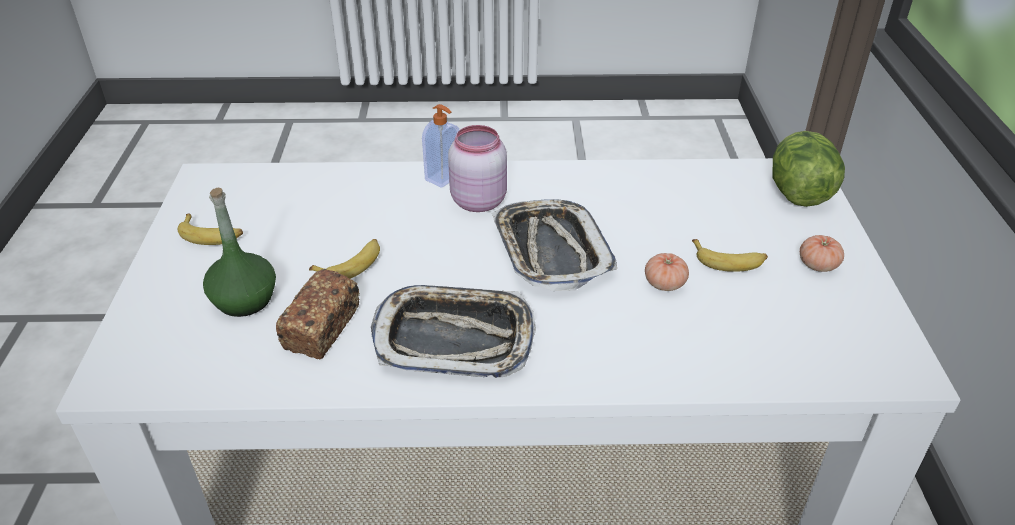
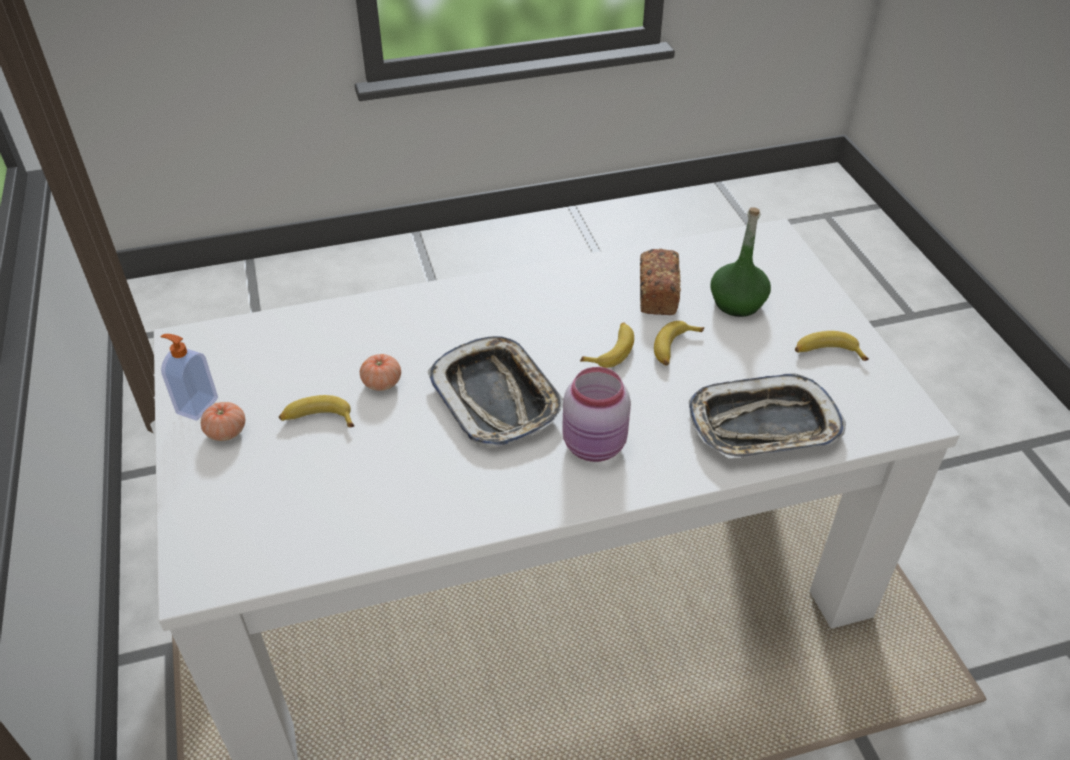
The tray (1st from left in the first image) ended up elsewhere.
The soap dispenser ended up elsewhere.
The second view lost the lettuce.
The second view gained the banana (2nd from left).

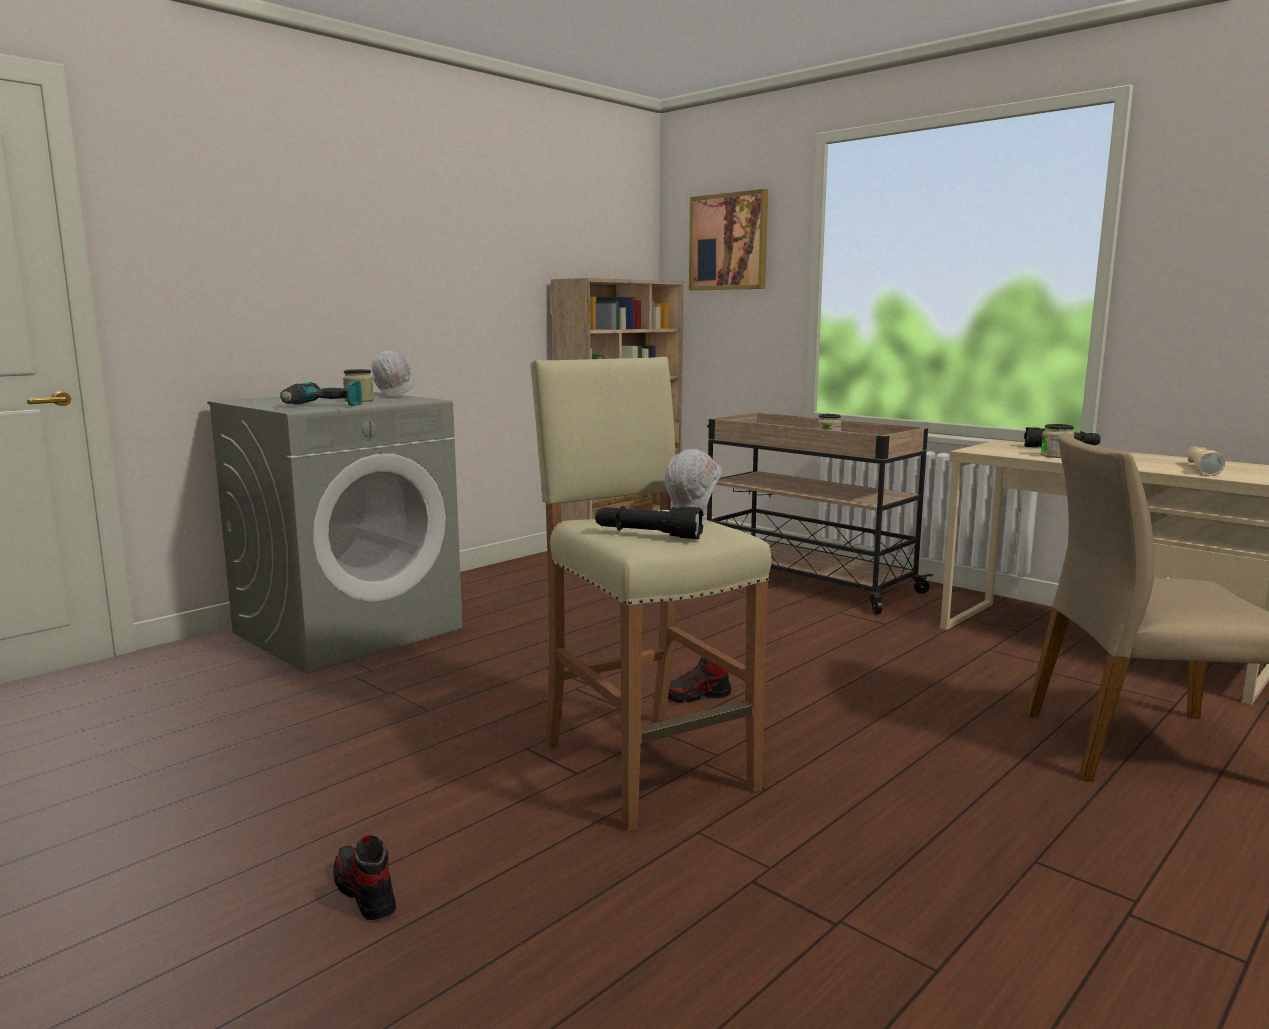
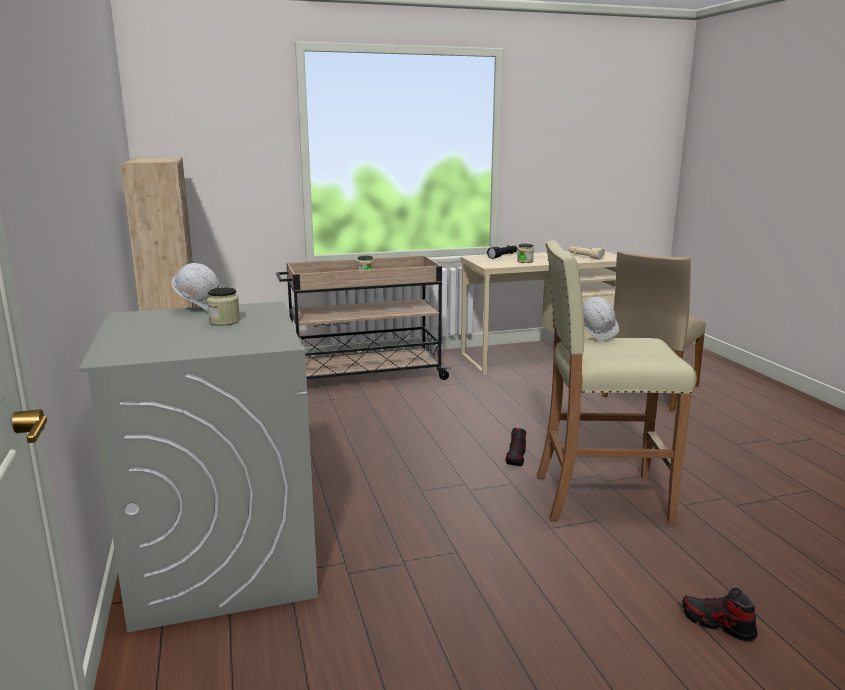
The second view lost the power drill.
The shoe (1st from left in the first image) ended up facing another way, 45 degrees clockwise from before.
The second view lost the flashlight in black (1st from left).
The second view lost the picture.

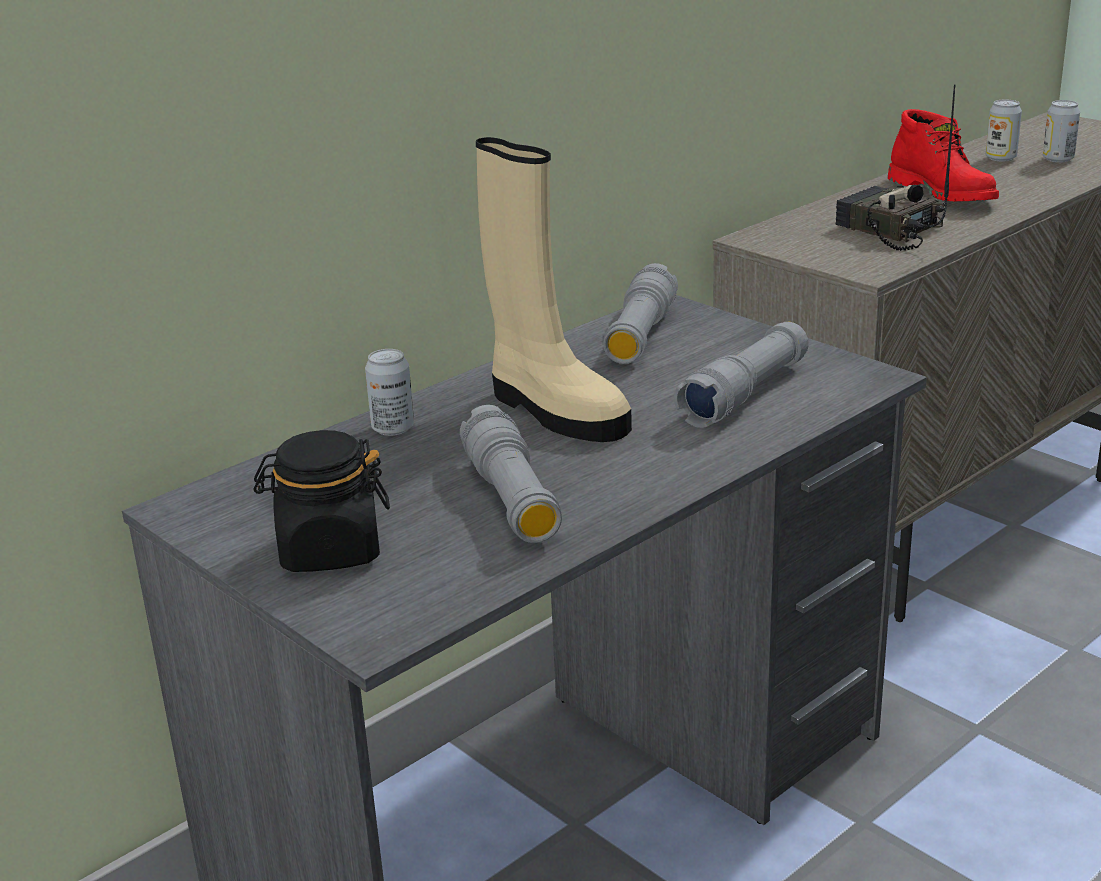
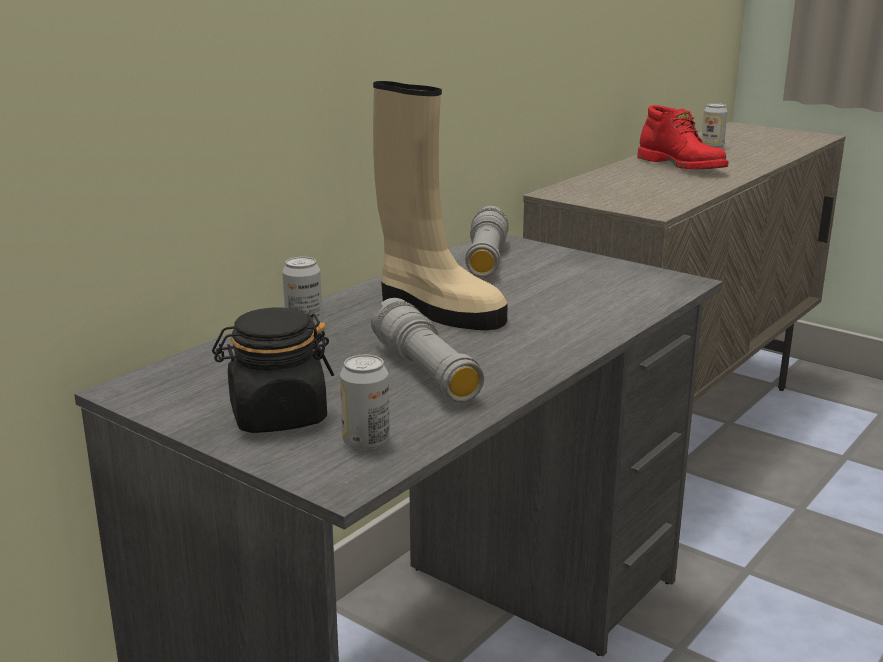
The second view lost the flashlight in grey (3rd from left).
The second view lost the radio.
The can (3rd from left in the first image) ended up elsewhere.

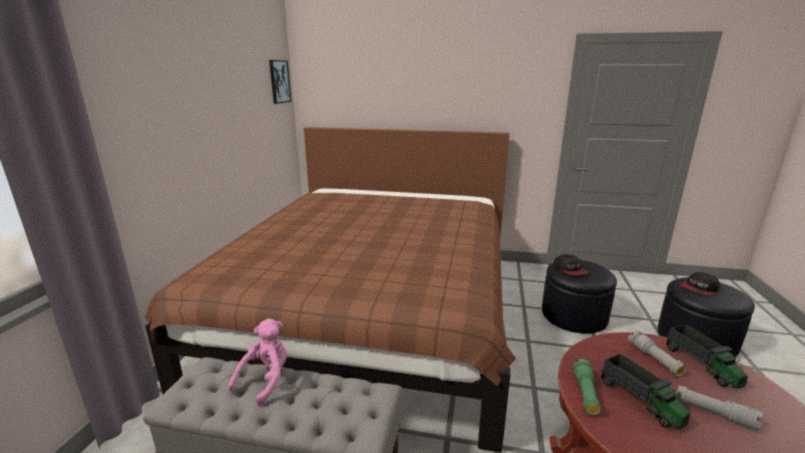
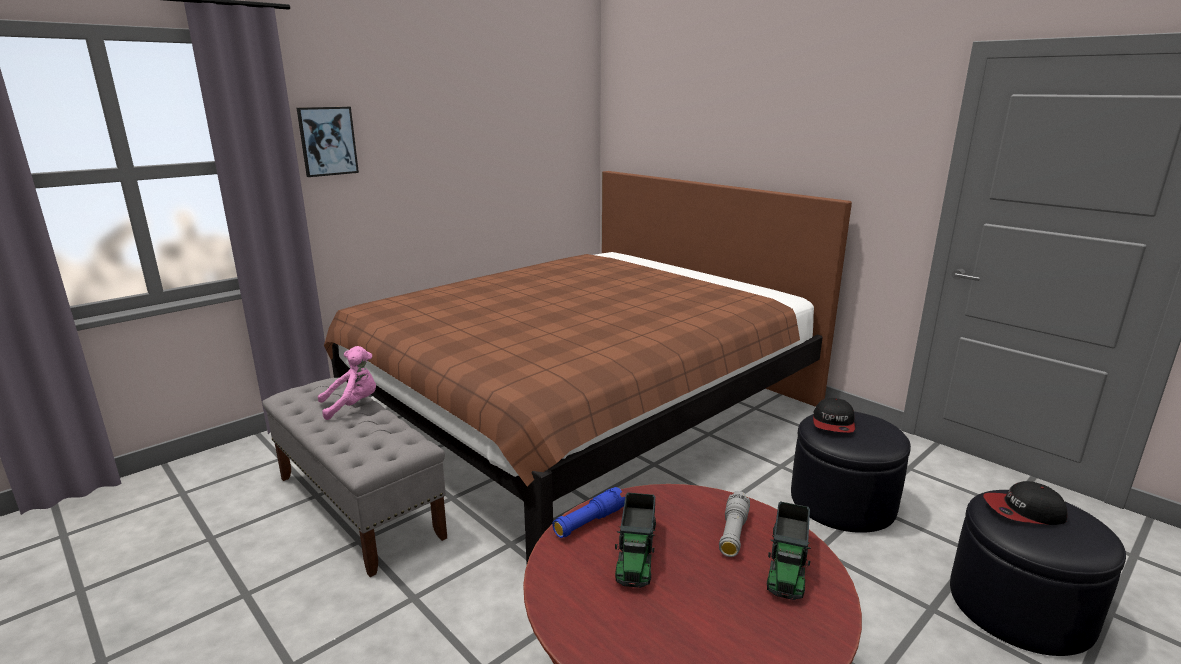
The picture ended up elsewhere.
What was the flashlight in green turned into the flashlight in blue.
The second view lost the flashlight in grey (2nd from left).

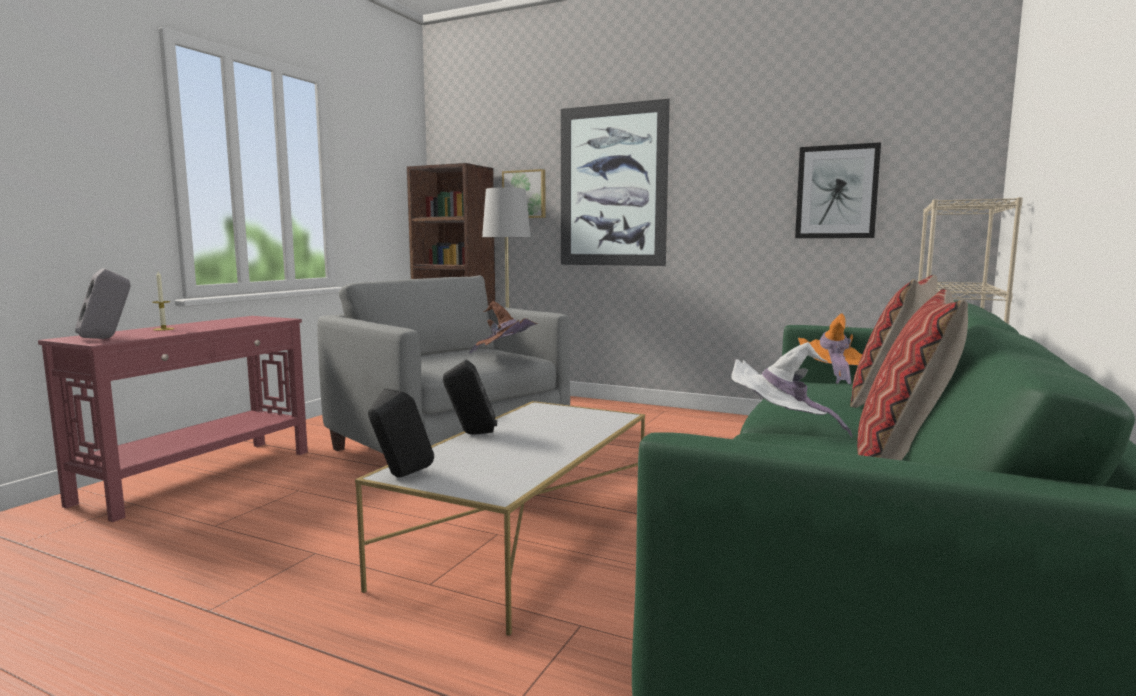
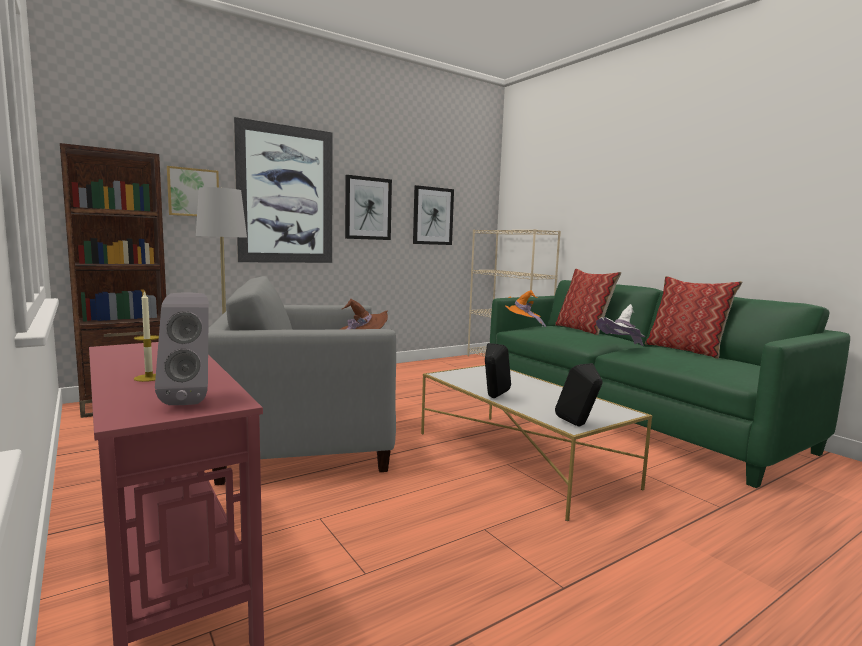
The second view gained the picture (3rd from left).

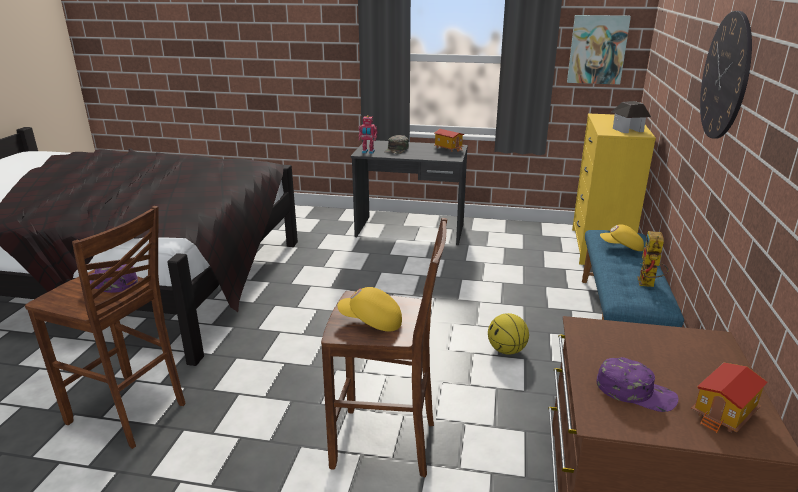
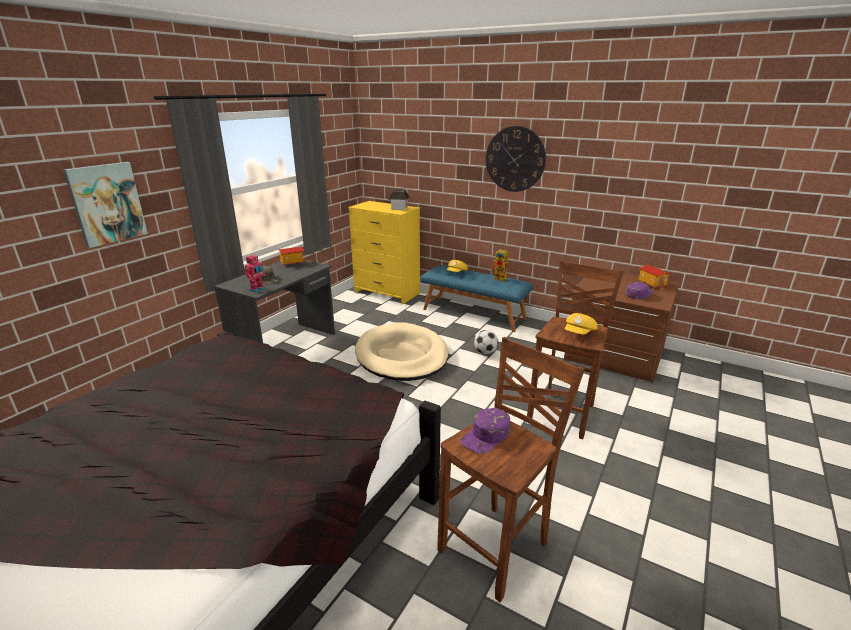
Where the basketball stood, the football came to stand.
The picture ended up elsewhere.
The second view gained the dog bed in beige.

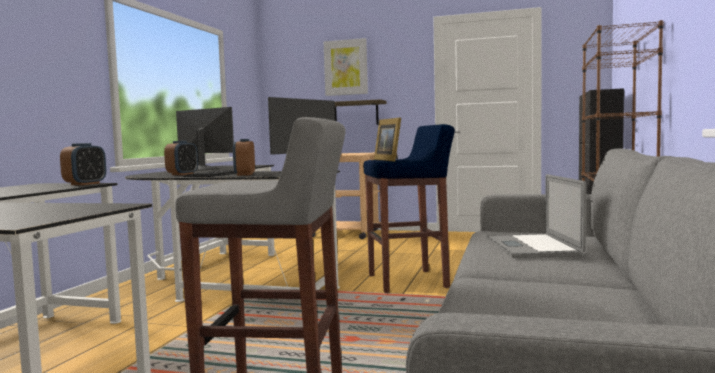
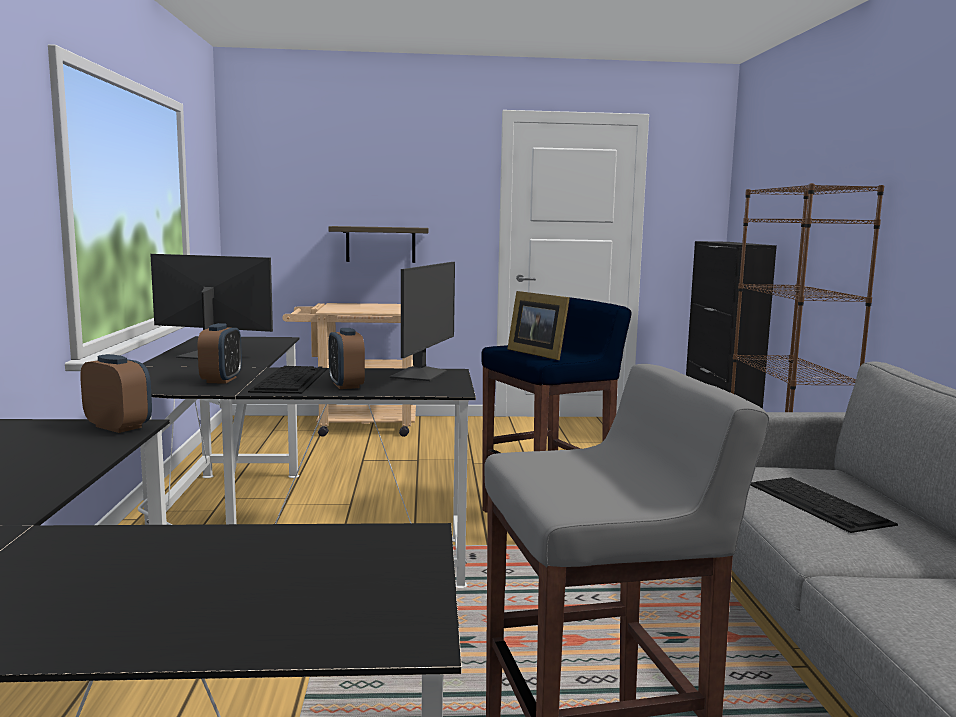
The alarm clock (1st from left) ended up facing another way, 60 degrees counterclockwise from before.
The second view lost the picture.
Where the laptop stood, the keyboard (2nd from left) came to stand.

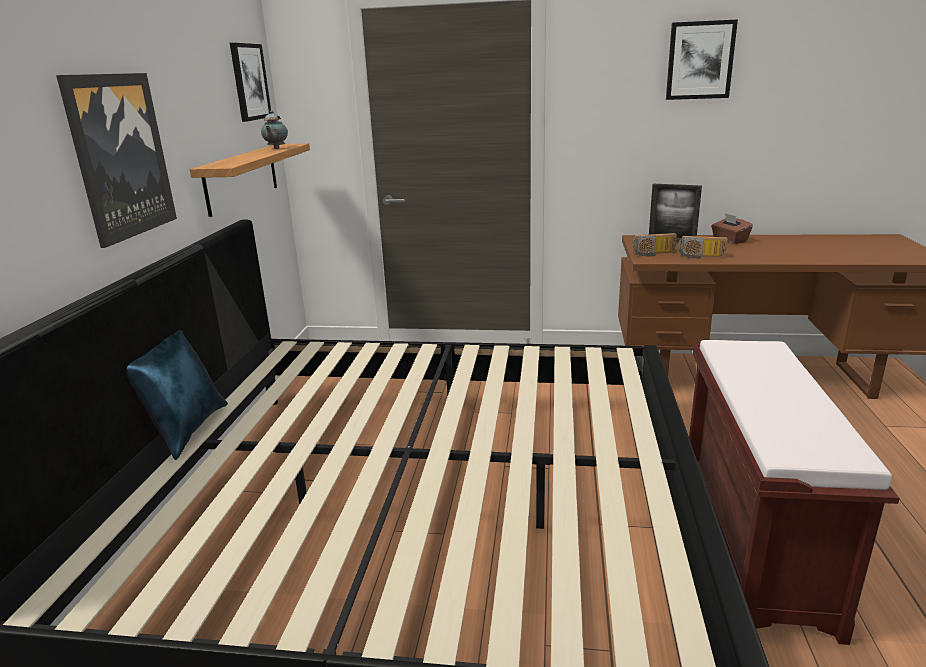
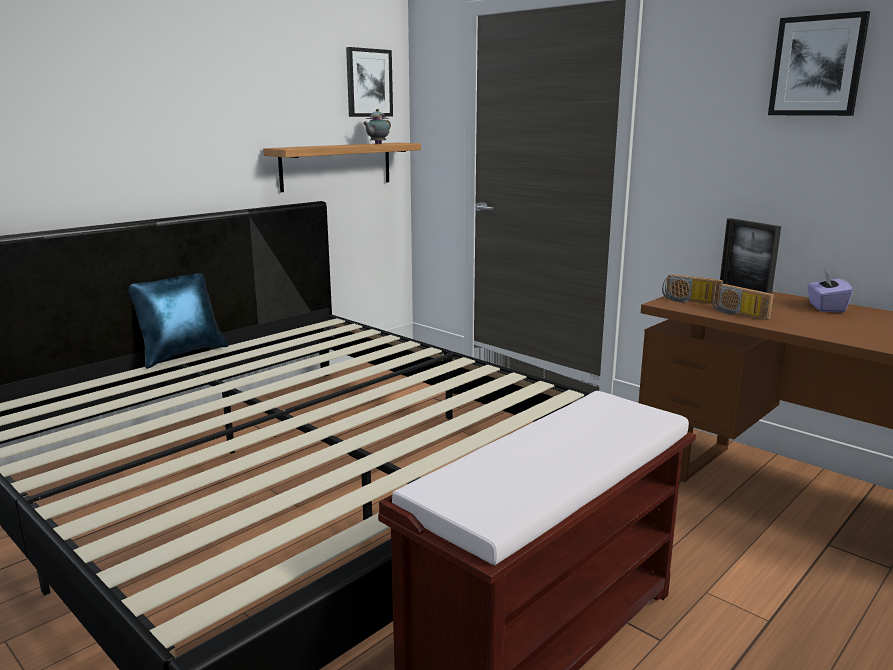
The second view lost the picture (1st from left).
What was the tissue box in brown turned into the tissue box in purple.

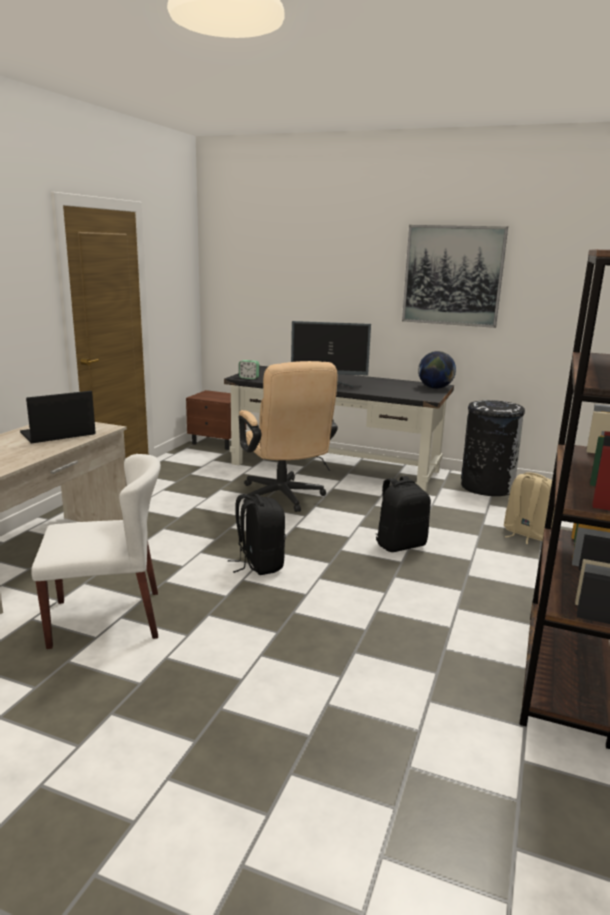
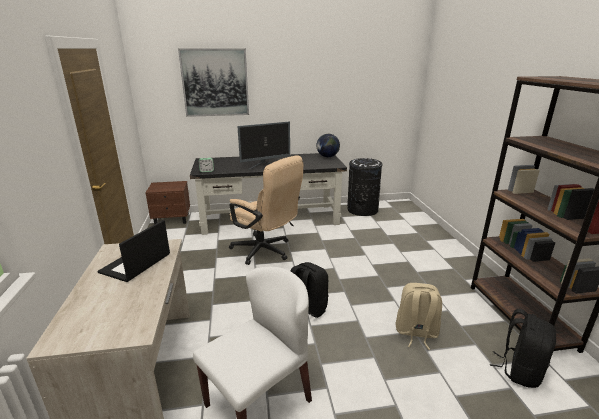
The backpack in black (2nd from left) ended up elsewhere.
The picture ended up elsewhere.
The backpack in beige ended up elsewhere.

